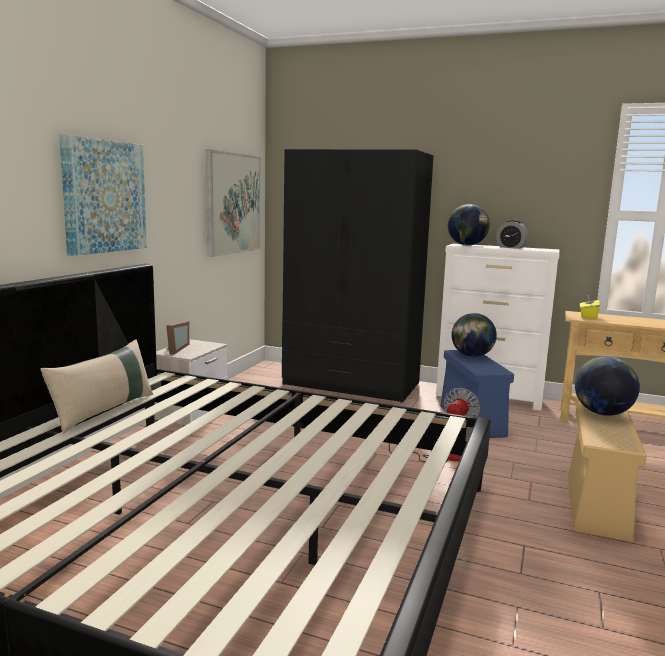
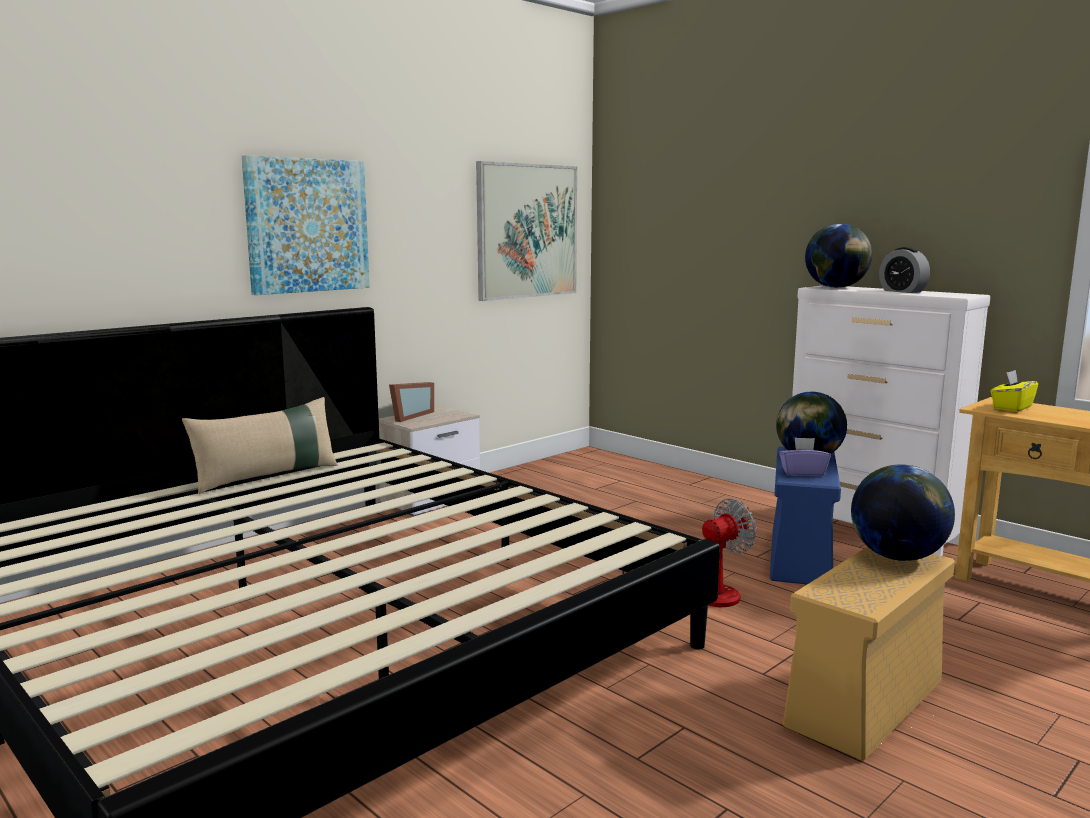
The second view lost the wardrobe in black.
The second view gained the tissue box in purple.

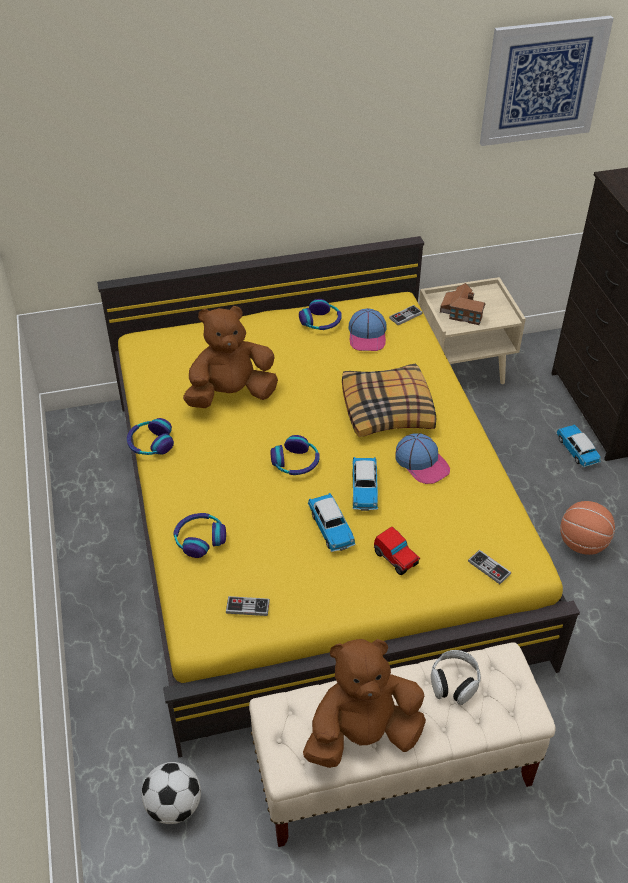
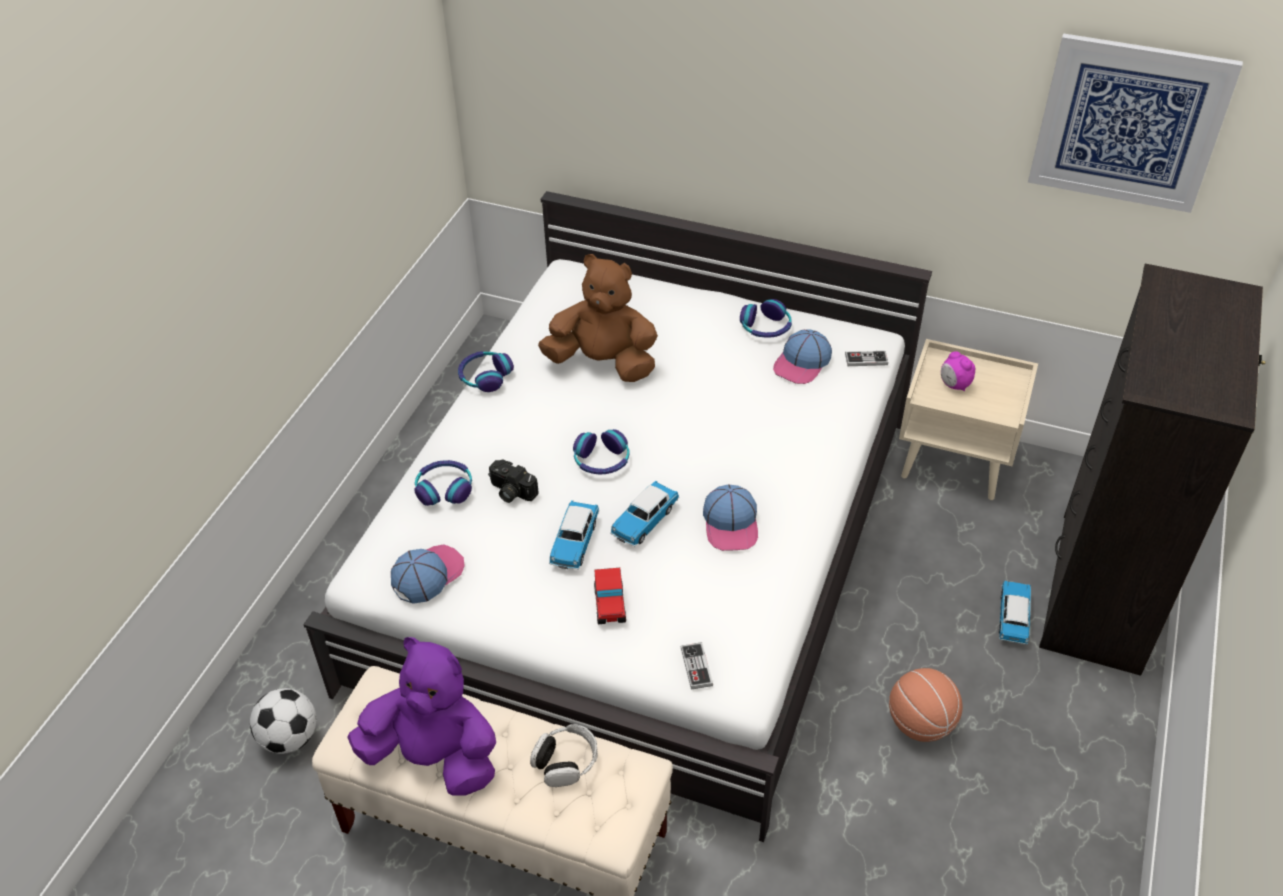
What was the bed in yellow turned into the bed in white.
Where the game controller (1st from left) stood, the cap (1st from left) came to stand.
What was the plush toy in brown (2nd from left) turned into the plush toy in purple.
The second view lost the pillow.
Where the toy house stood, the alarm clock came to stand.
The second view gained the photo camera.

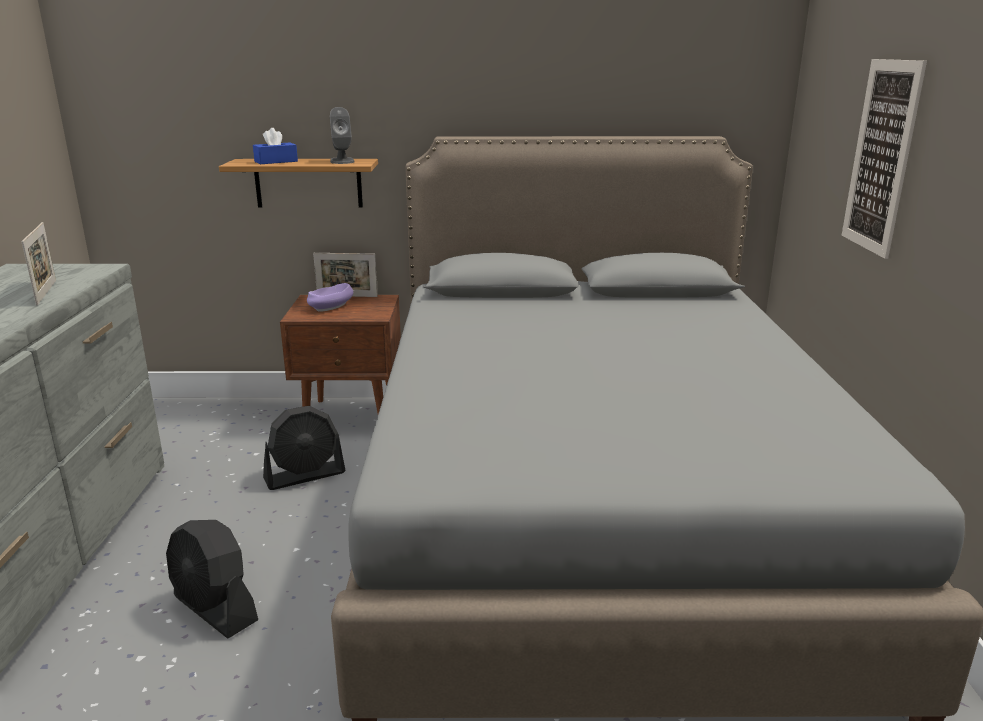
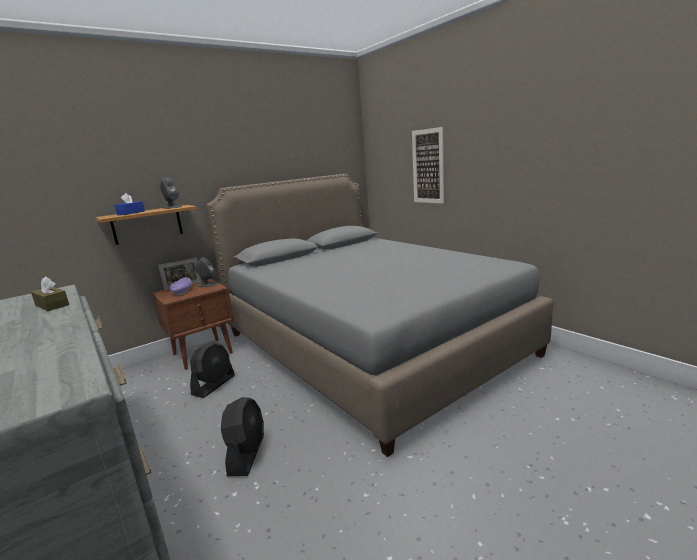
Where the picture frame (1st from left) stood, the tissue box in brown came to stand.
The fan in black (1st from left in the first image) ended up facing another way, 90 degrees counterclockwise from before.
The second view gained the speaker in grey (2nd from left).

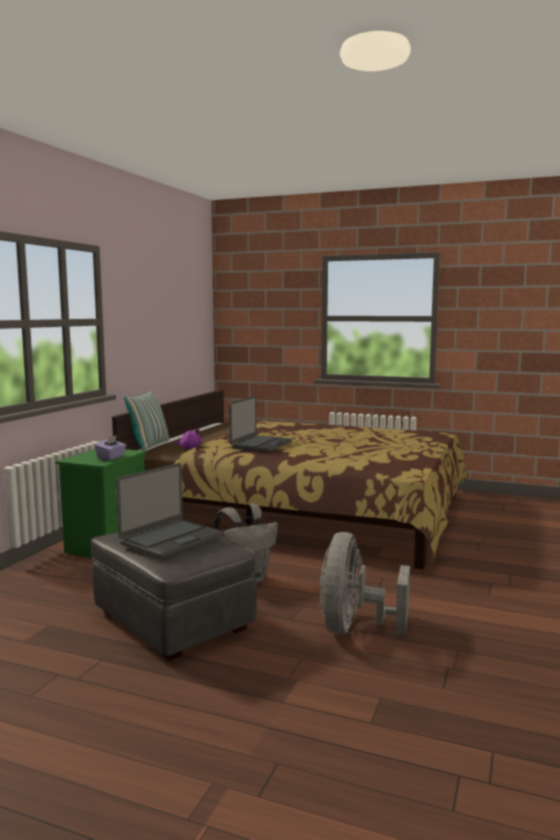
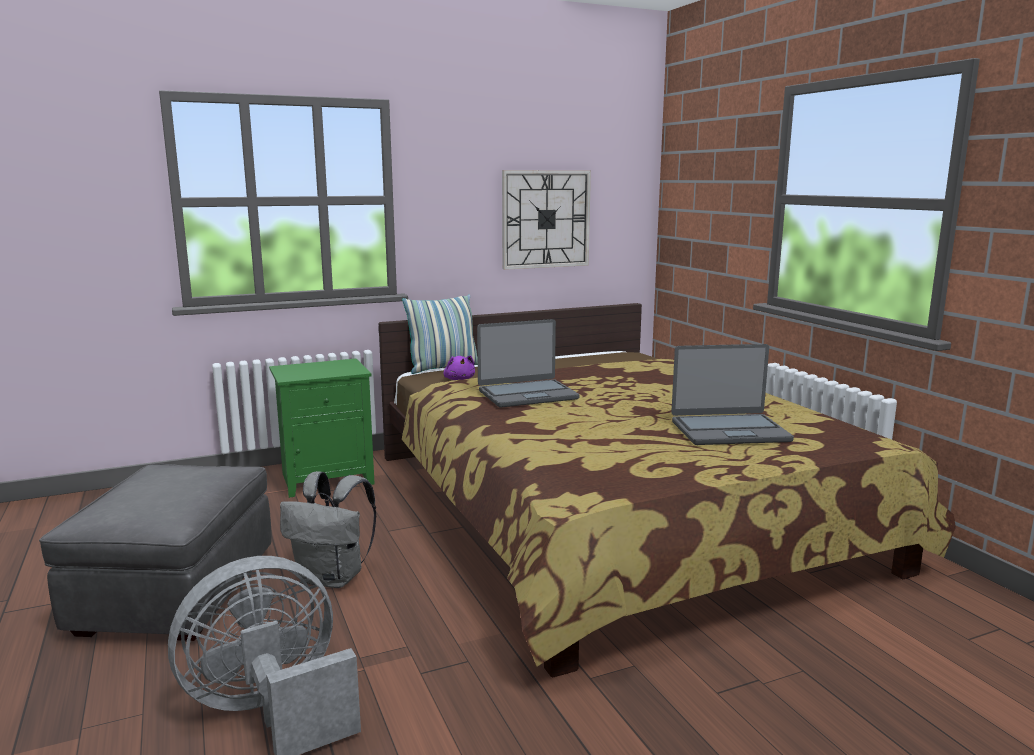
The second view lost the tissue box in purple.
The laptop (1st from left in the first image) ended up elsewhere.
The second view gained the wall clock.

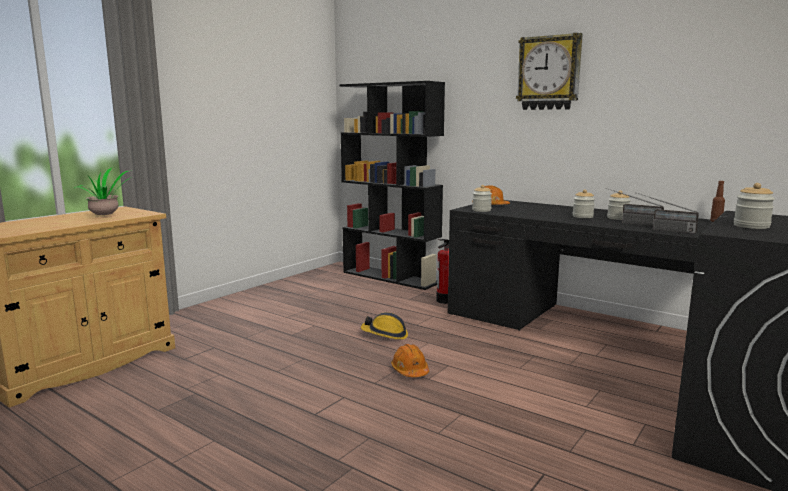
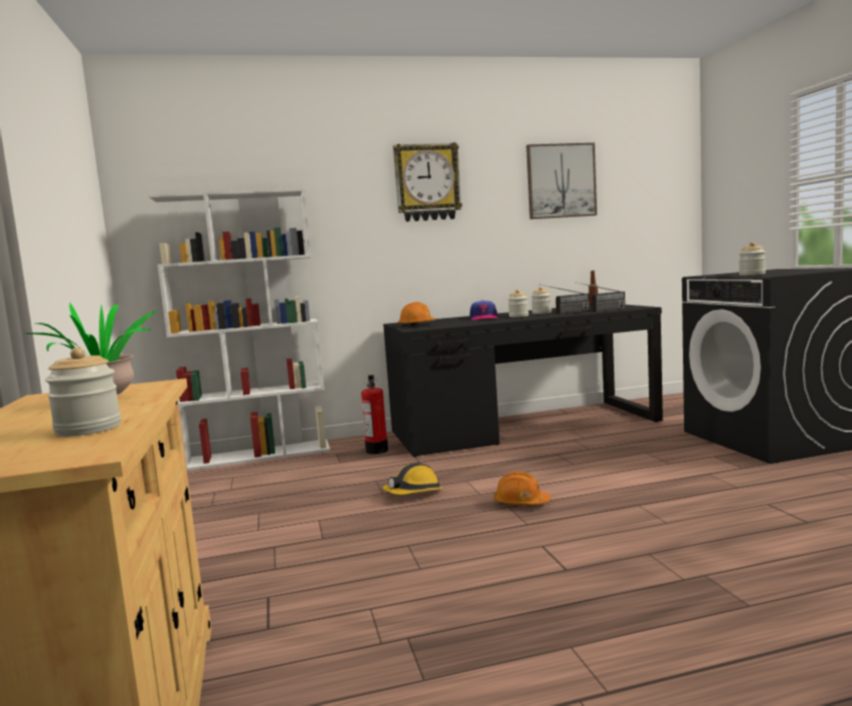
What was the bookcase in black turned into the bookcase in white.
The jar (1st from left) ended up elsewhere.
The second view gained the cap.
The second view gained the picture.

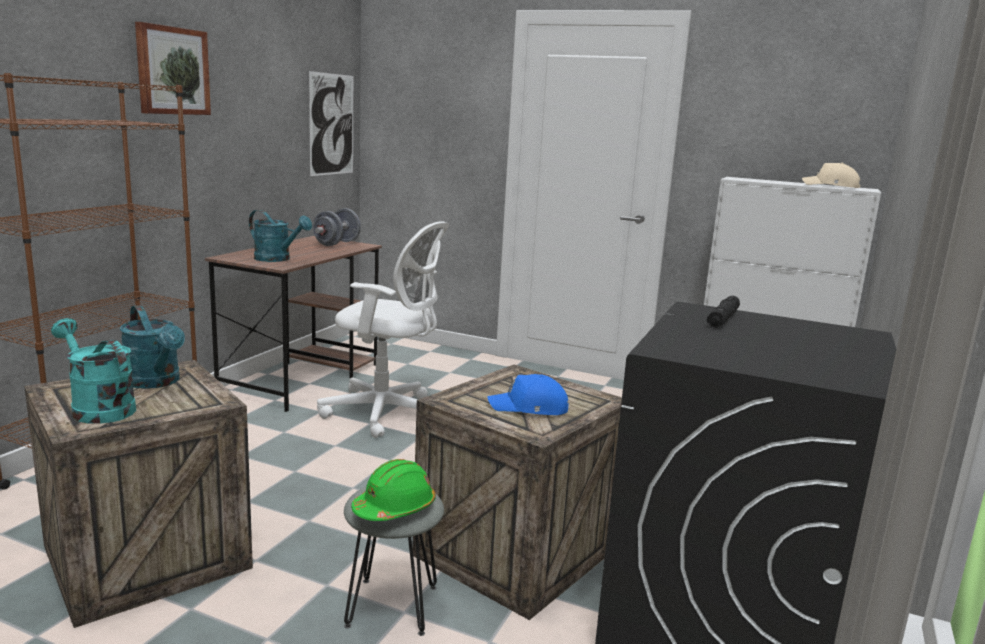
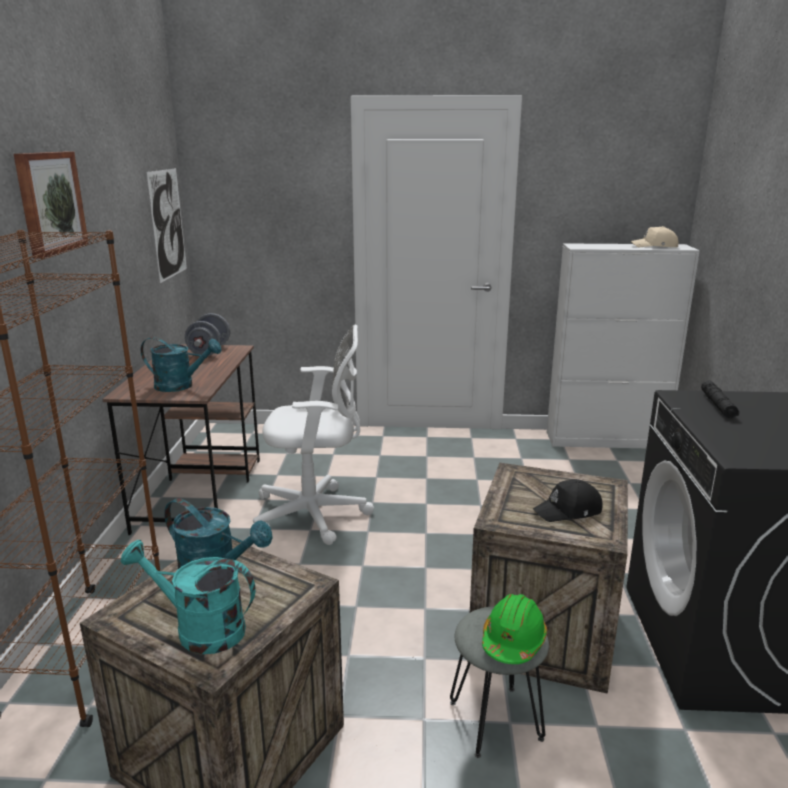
What was the cap in blue turned into the cap in black.

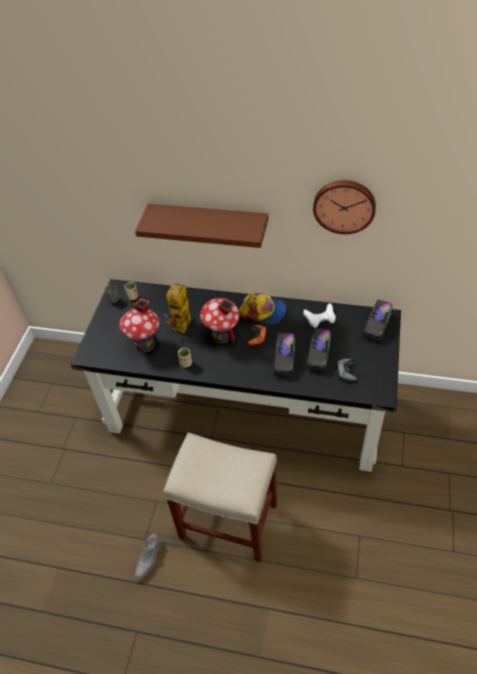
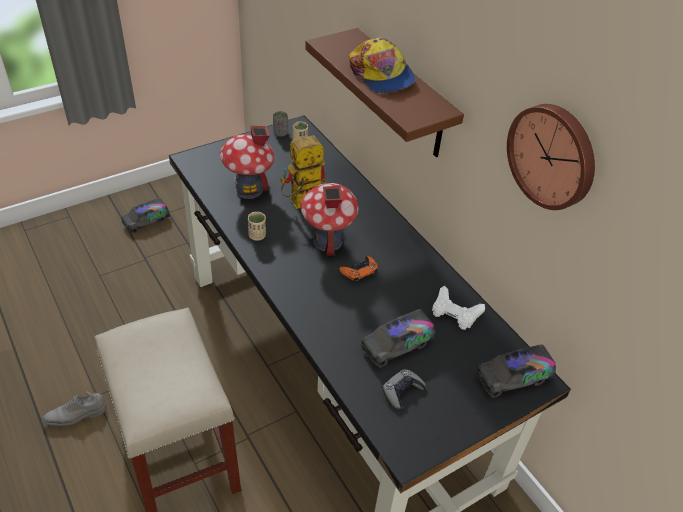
The cap ended up elsewhere.
The toy truck (1st from left) ended up elsewhere.

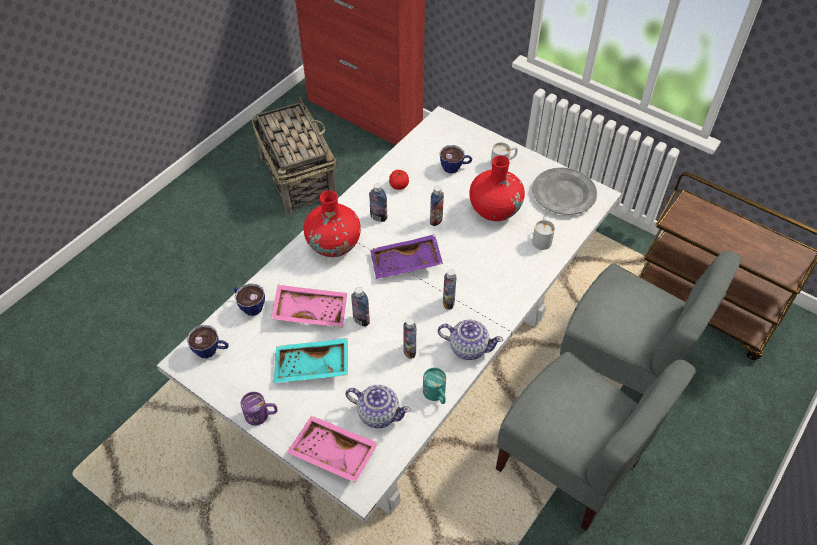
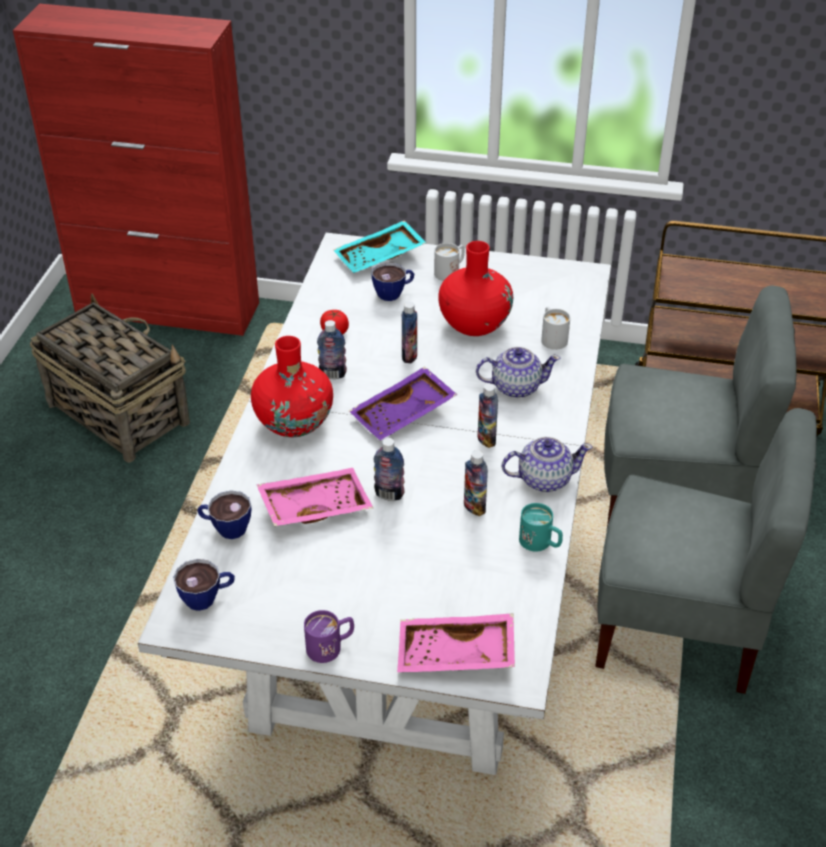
The tray in turquoise ended up elsewhere.
The teapot (1st from left) ended up elsewhere.
The second view lost the plate in grey.

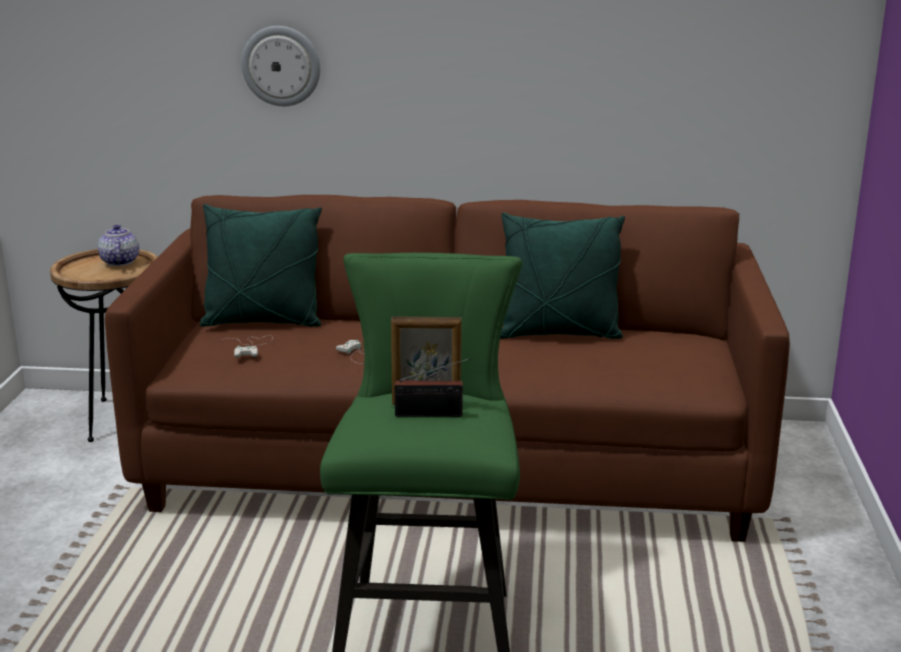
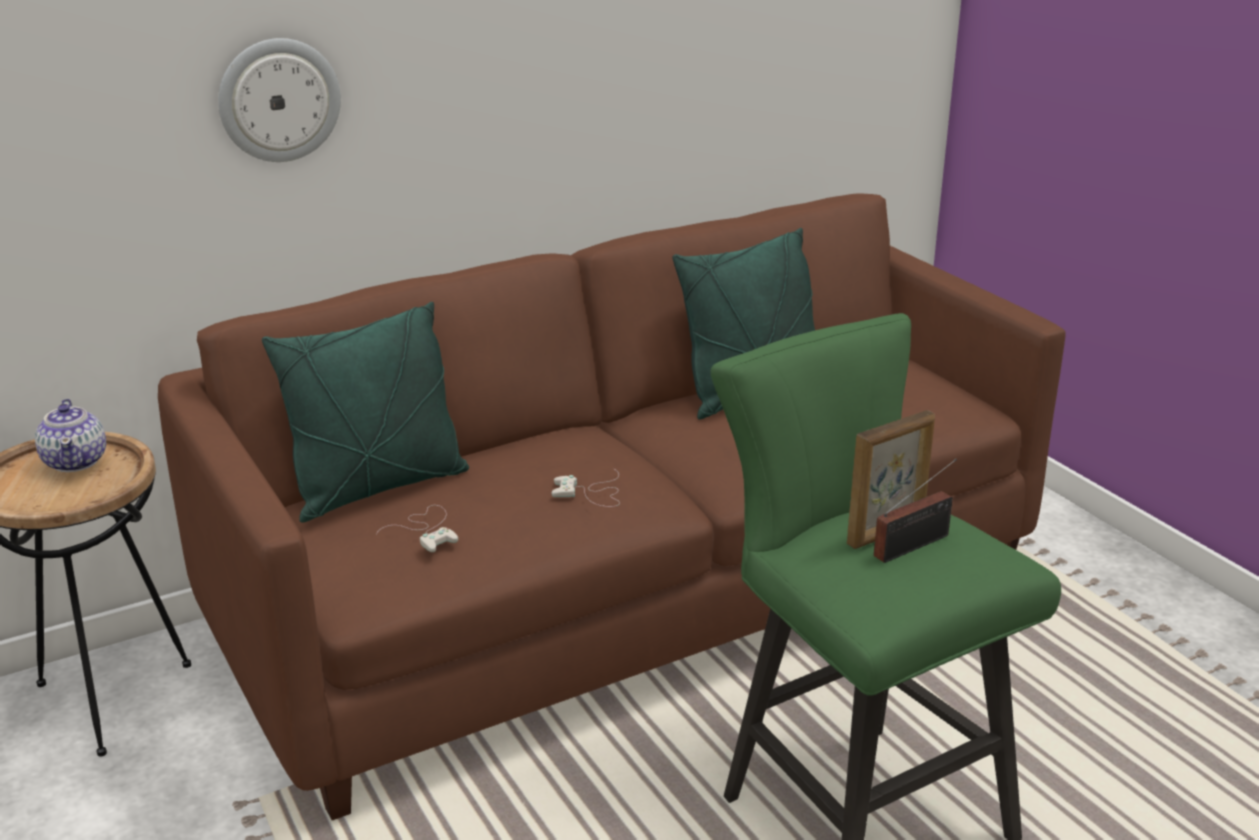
The teapot ended up facing another way, 150 degrees counterclockwise from before.

